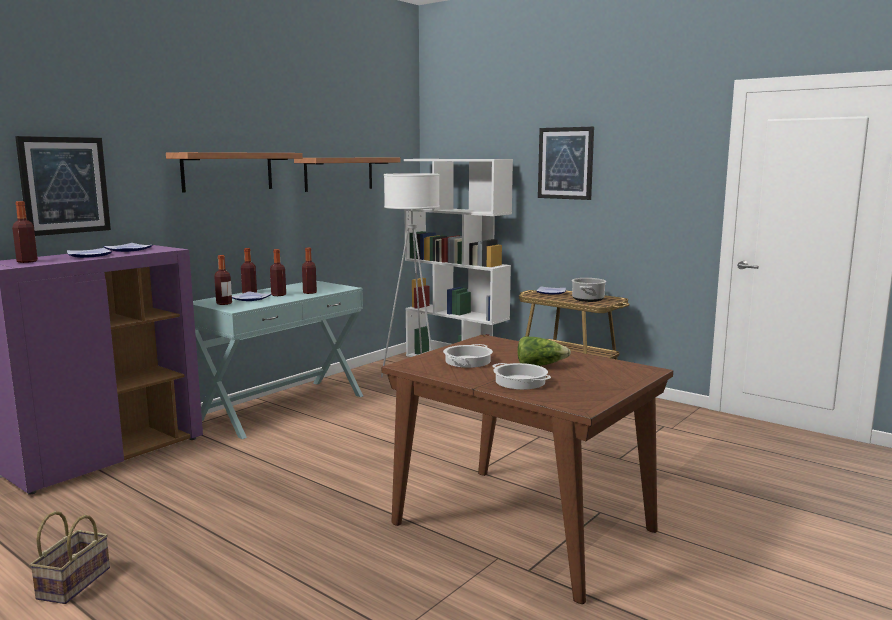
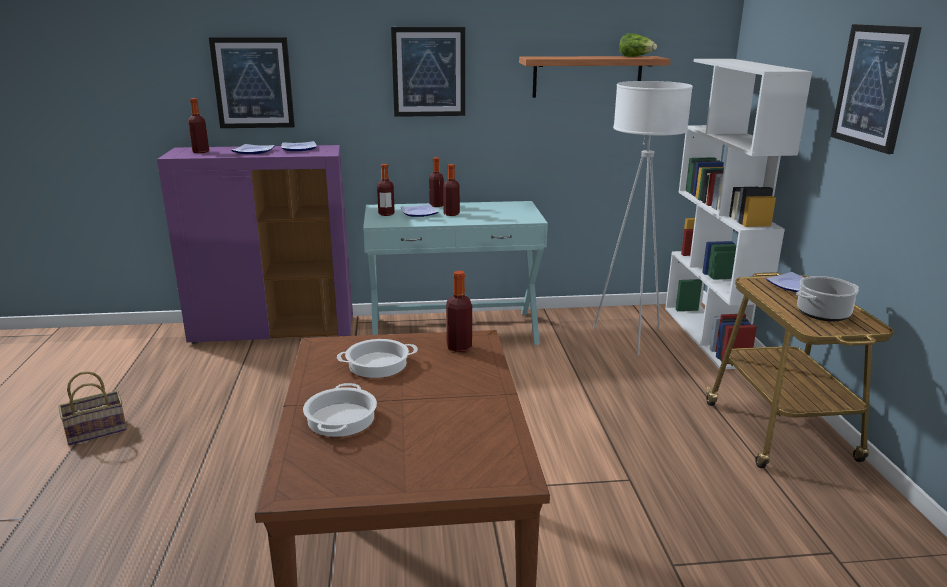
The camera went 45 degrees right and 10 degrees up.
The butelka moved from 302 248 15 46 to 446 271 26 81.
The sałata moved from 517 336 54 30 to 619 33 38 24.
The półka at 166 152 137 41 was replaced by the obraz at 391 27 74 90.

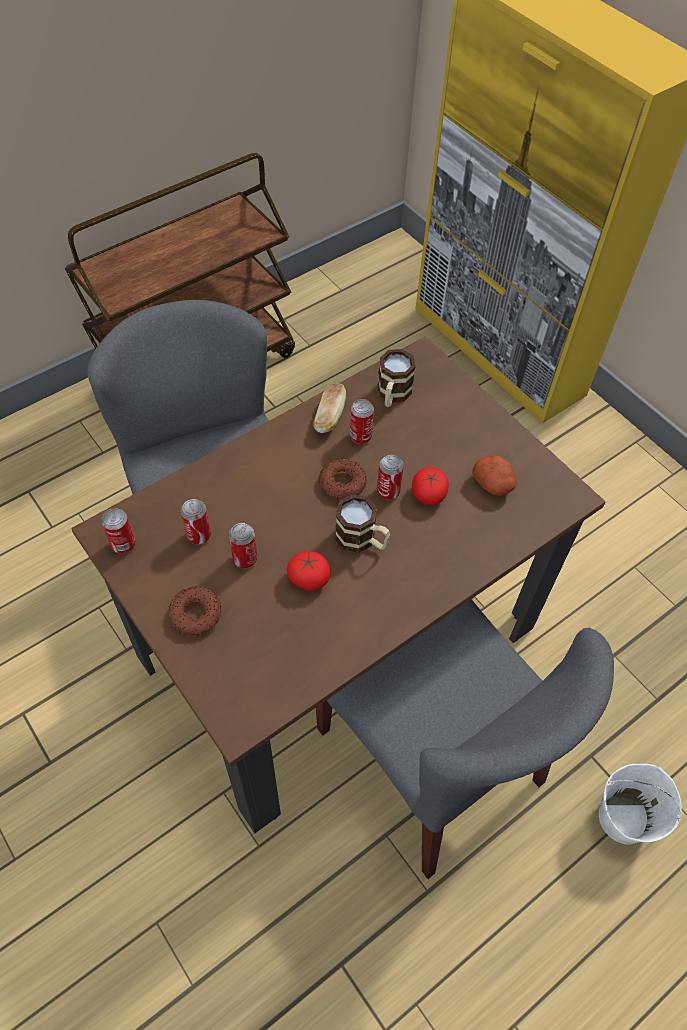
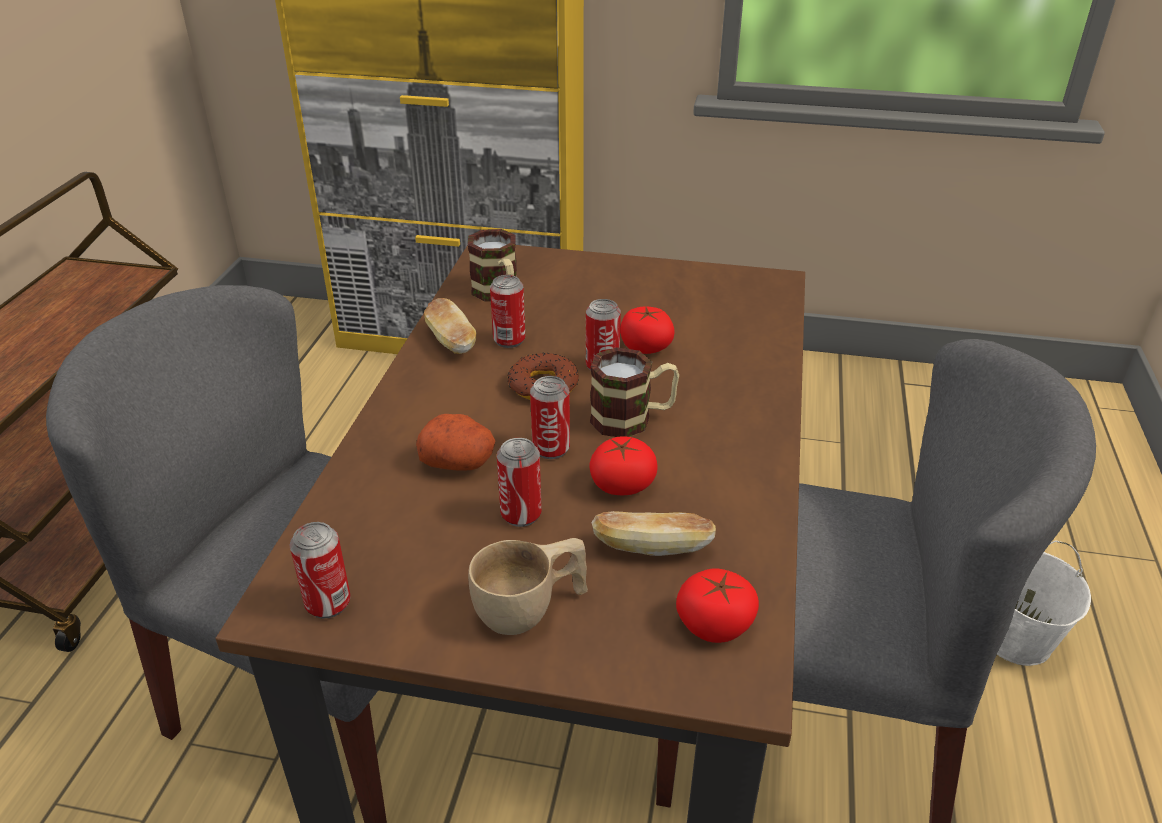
The camera went 40 degrees left and 20 degrees down.
The chleb at 591 511 125 45 appeared.
The pomidor at 676 568 83 75 appeared.
The puszka moved from 181 499 30 45 to 530 376 40 83.
The ziemniak moved from 472 455 45 41 to 416 414 80 56.
The donut at 168 586 54 49 was replaced by the filiżanka [beżowy] at 468 538 120 97.

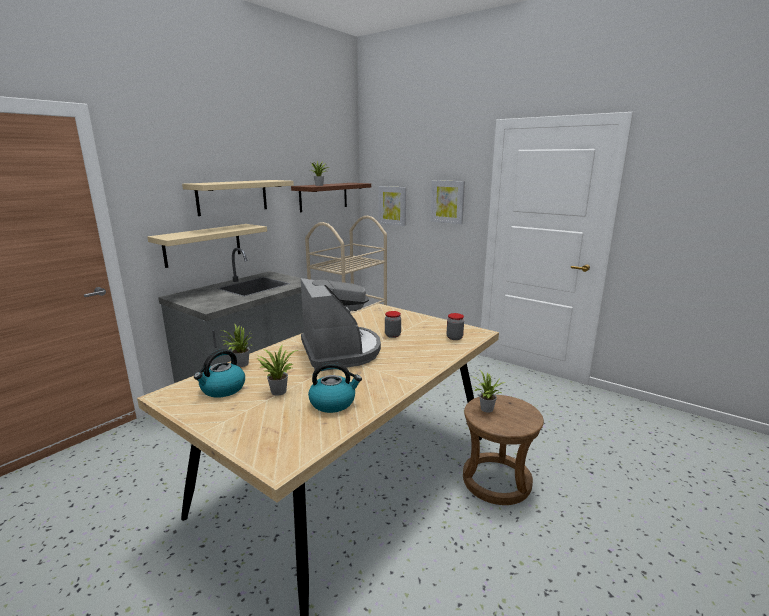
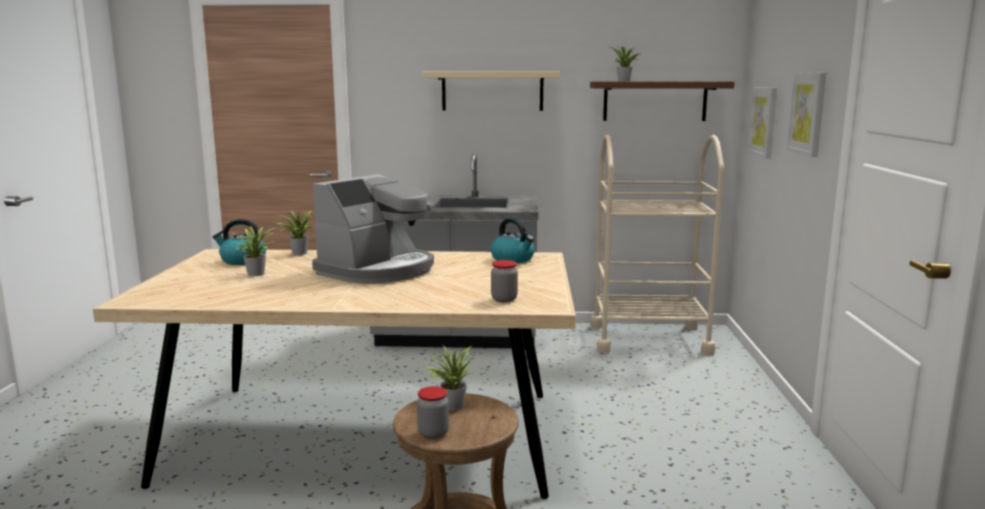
The camera went 55 degrees right and 5 degrees down.
The półka [beżowy] at 147 224 120 44 disappeared.
The czajnik moved from 308 362 54 51 to 491 218 44 45.
The słoik moved from 385 311 16 27 to 417 386 32 53.

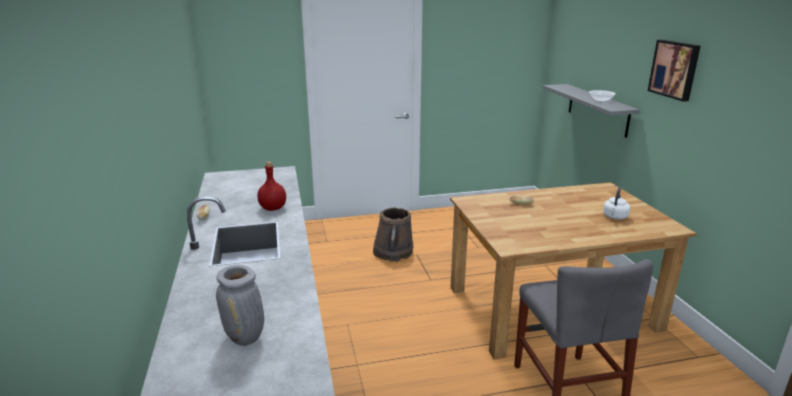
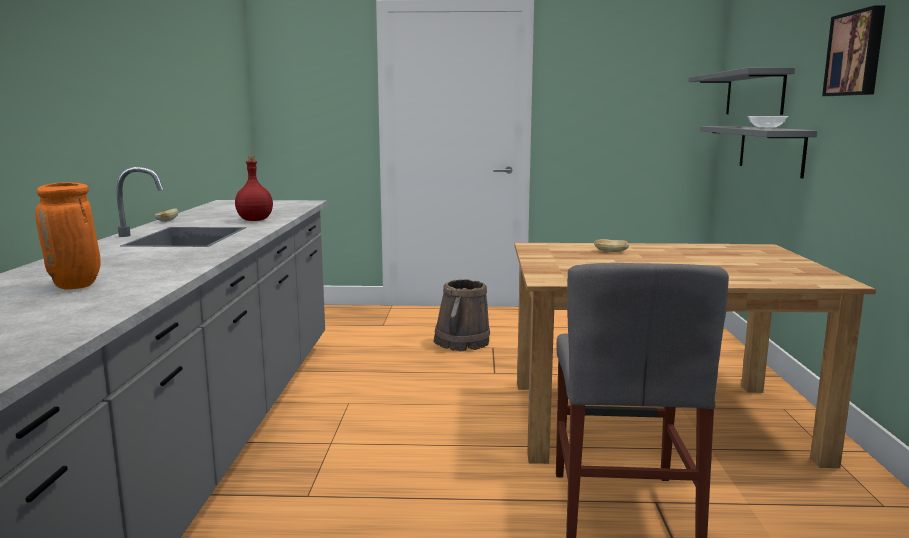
The camera went 15 degrees right and 10 degrees down.
The czajnik [biały] at 603 187 27 33 disappeared.
The półka [szary] at 689 67 106 48 appeared.
The wazon [szary] at 216 265 48 81 became the wazon [pomarańczowy] at 35 182 66 107.

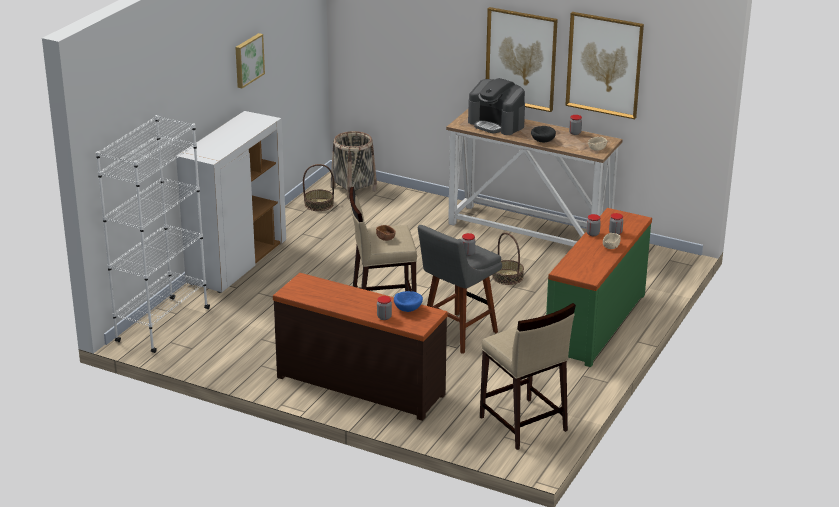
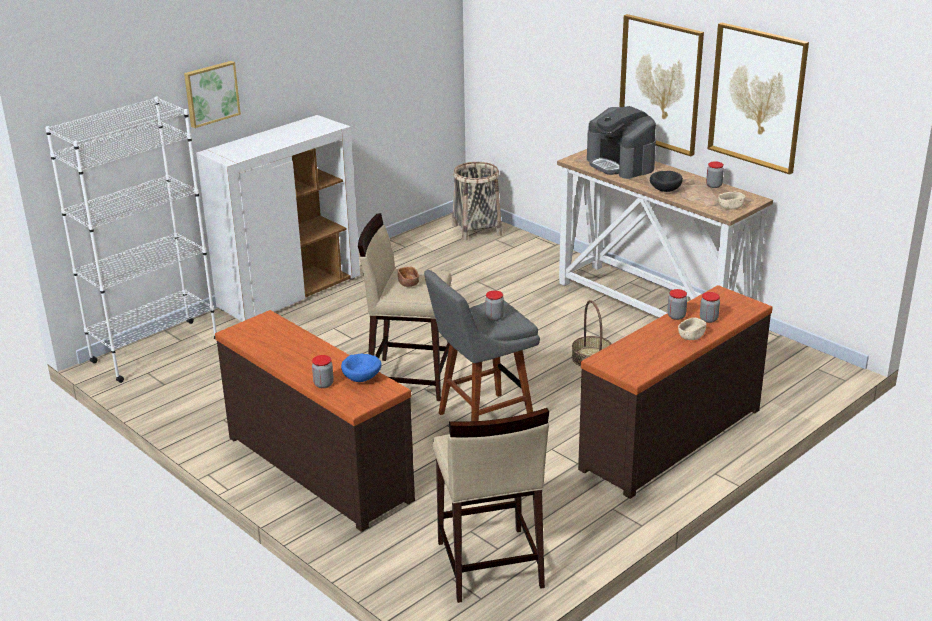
The camera went 20 degrees right and 0 degrees up.
The koszyk at 303 164 31 47 disappeared.
The obraz moved from 235 33 30 55 to 184 61 57 67.
The komoda [zielony] at 546 208 106 159 became the komoda [brązowy] at 578 285 195 214.

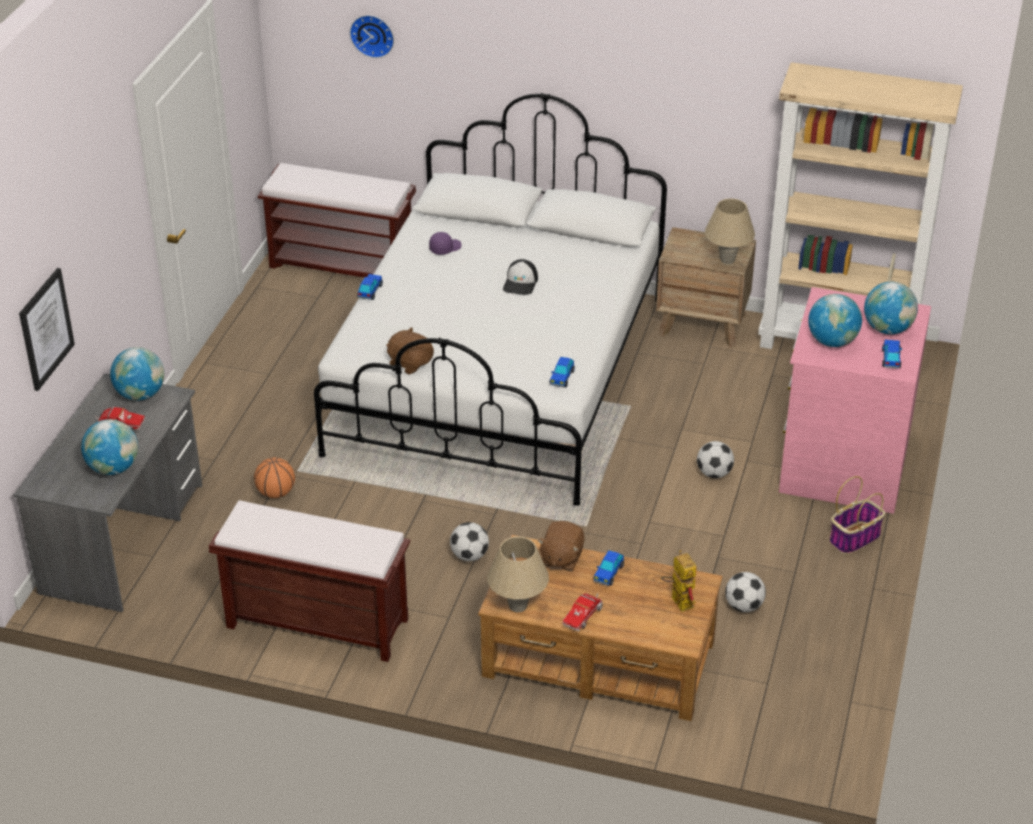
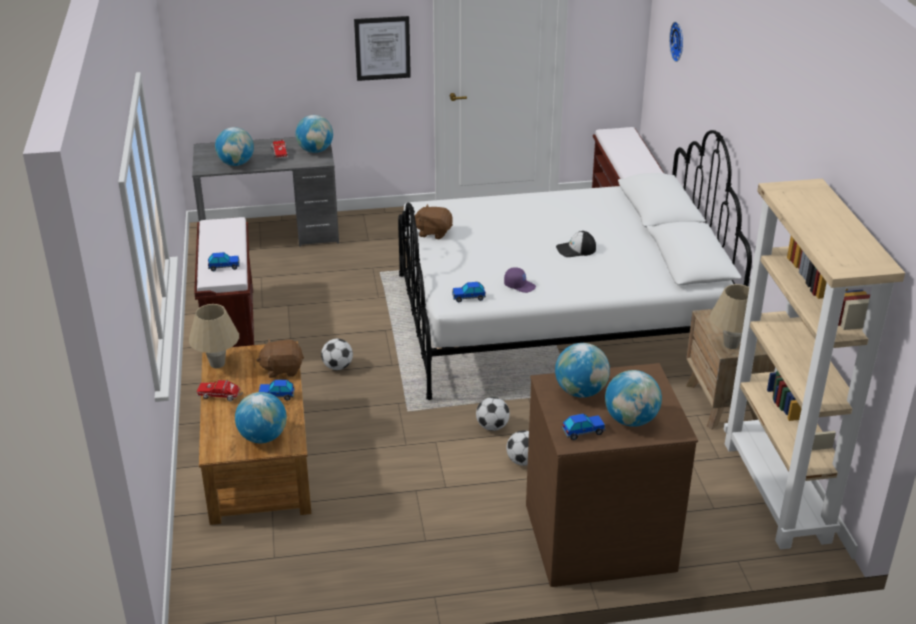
The camera went 65 degrees right and 5 degrees down.
The piłka do koszykówki at 254 457 41 41 disappeared.
The koszyk at 830 476 55 78 disappeared.
The obraz moved from 19 268 56 123 to 354 16 57 65.
The samochodzik moved from 357 274 26 26 to 208 252 32 19.
The czapka z daszkiem [fioletowy] moved from 429 232 32 23 to 504 267 32 26.
The piłka futbolowa moved from 725 572 41 40 to 476 397 34 34.
The robot zabawkowy at 661 550 35 62 was replaced by the globus at 235 392 52 51.
The komoda [różowy] at 779 287 152 227 became the komoda [brązowy] at 526 363 172 224.
The pluszak [brązowy] at 386 327 48 47 turned 90 degrees counterclockwise.

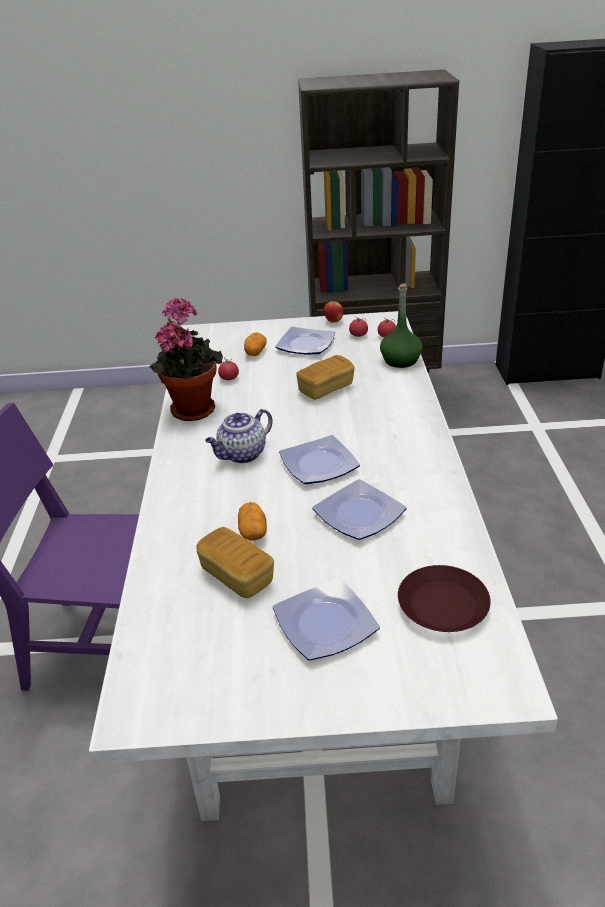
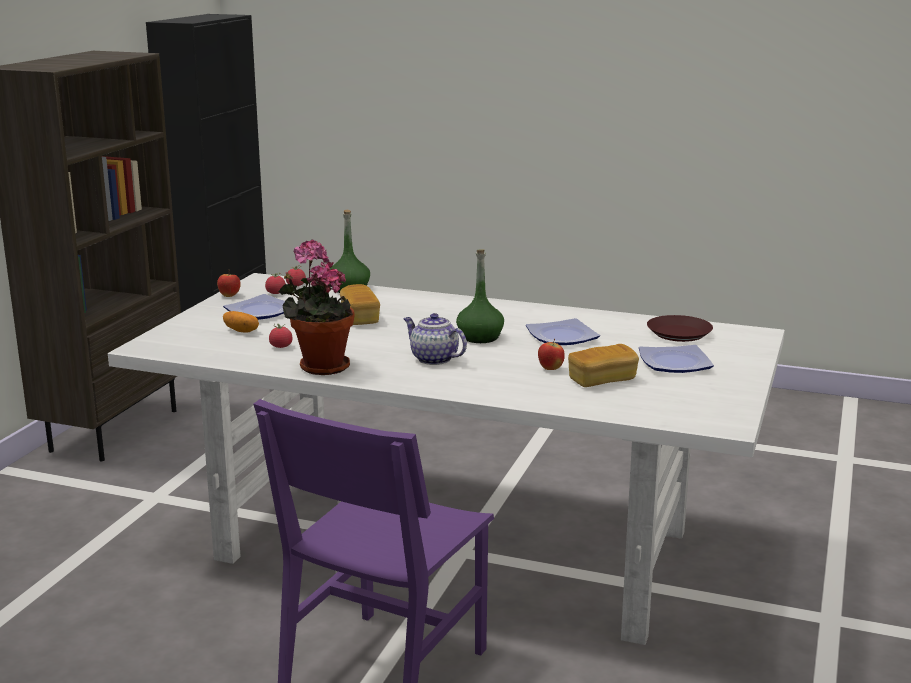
The camera went 70 degrees left and 15 degrees down.
The ziemniak at 238 502 29 39 was replaced by the jabłko at 538 339 27 31.
The talerz at 279 435 81 49 was replaced by the butelka [zielony] at 456 249 48 94.
The imbryk at 205 409 68 54 turned 150 degrees clockwise.

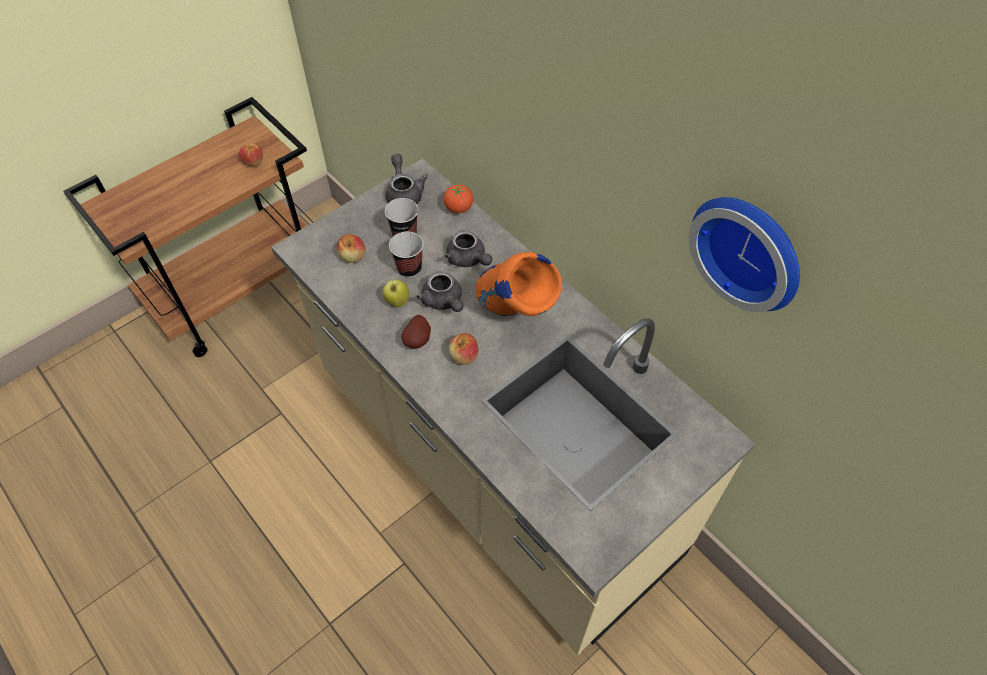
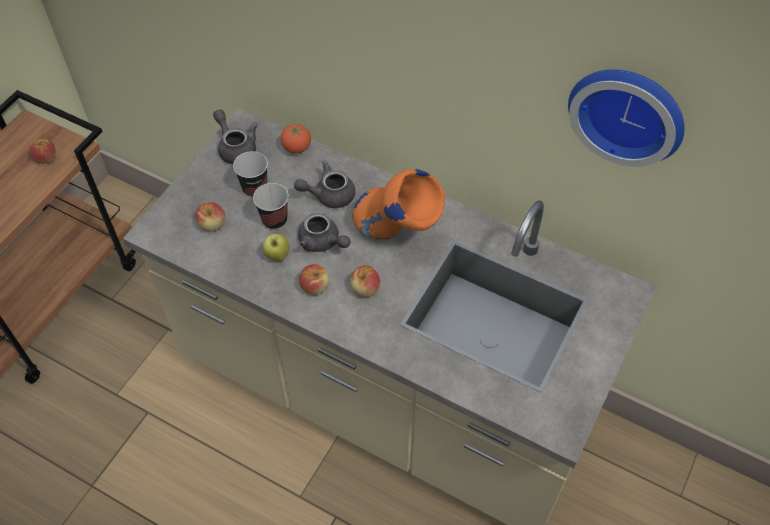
The camera went 20 degrees left and 0 degrees up.
The ziemniak at 401 315 30 34 was replaced by the jabłko at 299 264 30 31.
The imbryk [szary] at 445 230 47 37 turned 135 degrees clockwise.

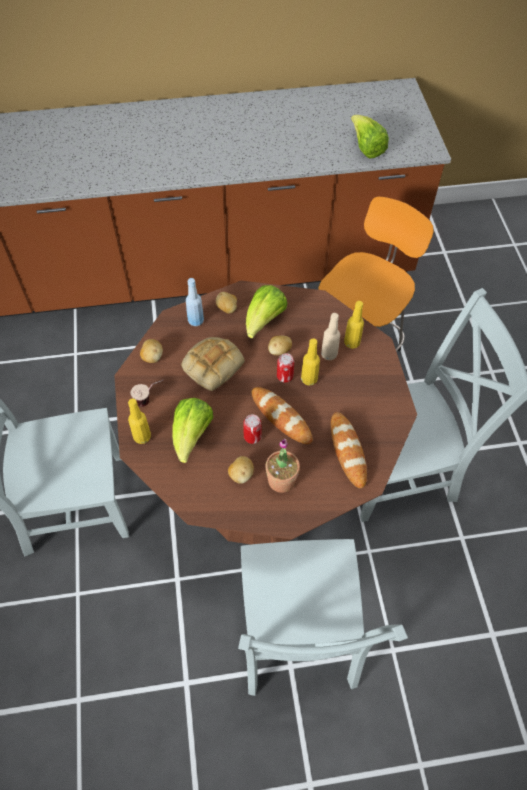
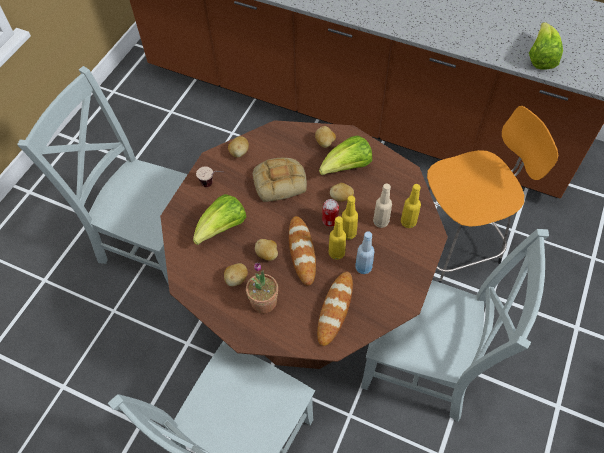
The camera went 35 degrees right and 0 degrees up.
The butelka [żółty] moved from 128 399 23 45 to 328 216 18 44.
The butelka [niebieski] moved from 186 278 18 48 to 355 231 20 43.
The puszka at 243 414 18 30 was replaced by the ziemniak at 255 239 23 22.

